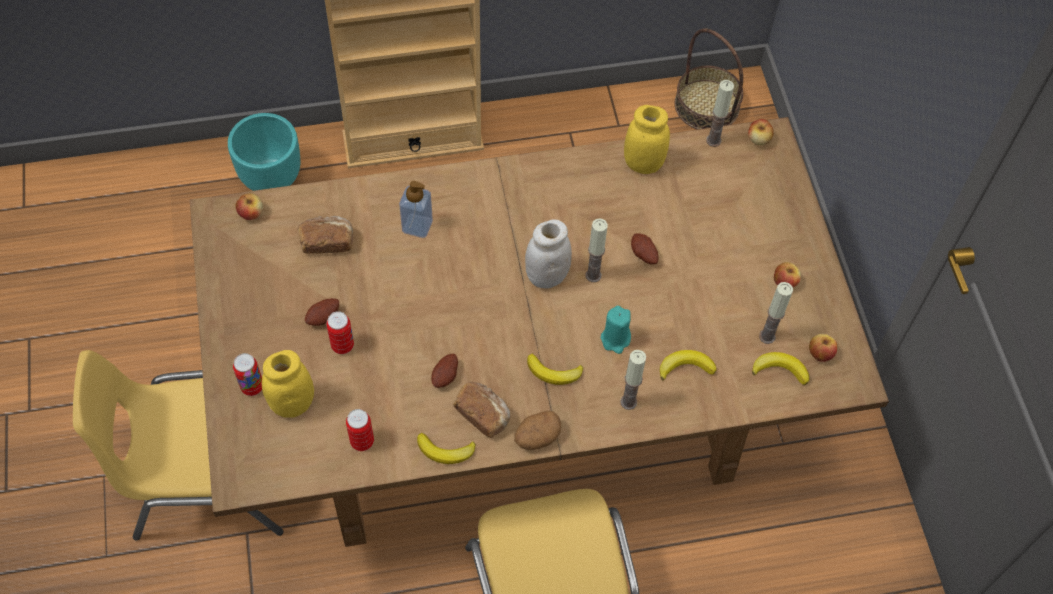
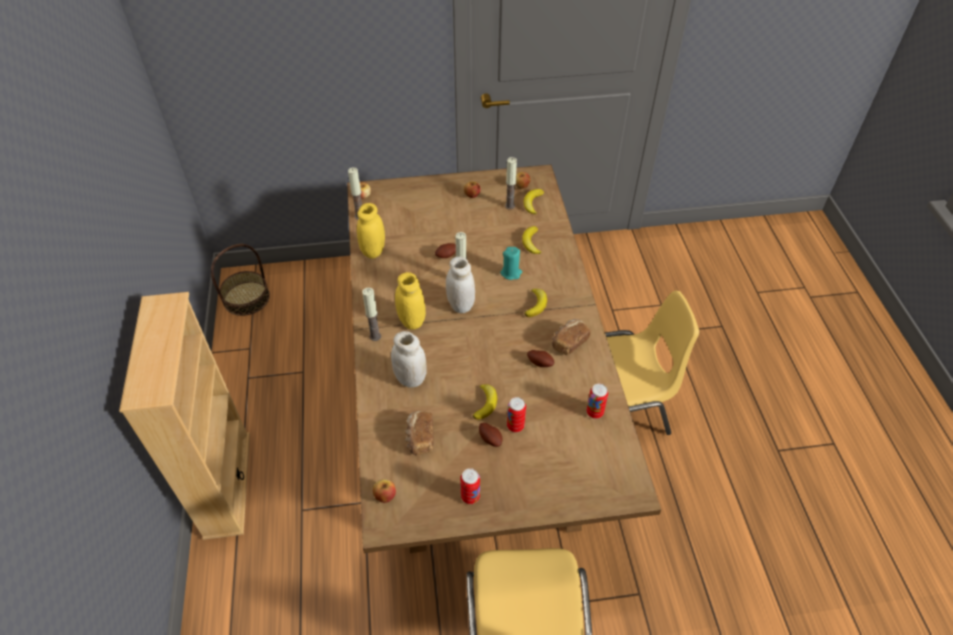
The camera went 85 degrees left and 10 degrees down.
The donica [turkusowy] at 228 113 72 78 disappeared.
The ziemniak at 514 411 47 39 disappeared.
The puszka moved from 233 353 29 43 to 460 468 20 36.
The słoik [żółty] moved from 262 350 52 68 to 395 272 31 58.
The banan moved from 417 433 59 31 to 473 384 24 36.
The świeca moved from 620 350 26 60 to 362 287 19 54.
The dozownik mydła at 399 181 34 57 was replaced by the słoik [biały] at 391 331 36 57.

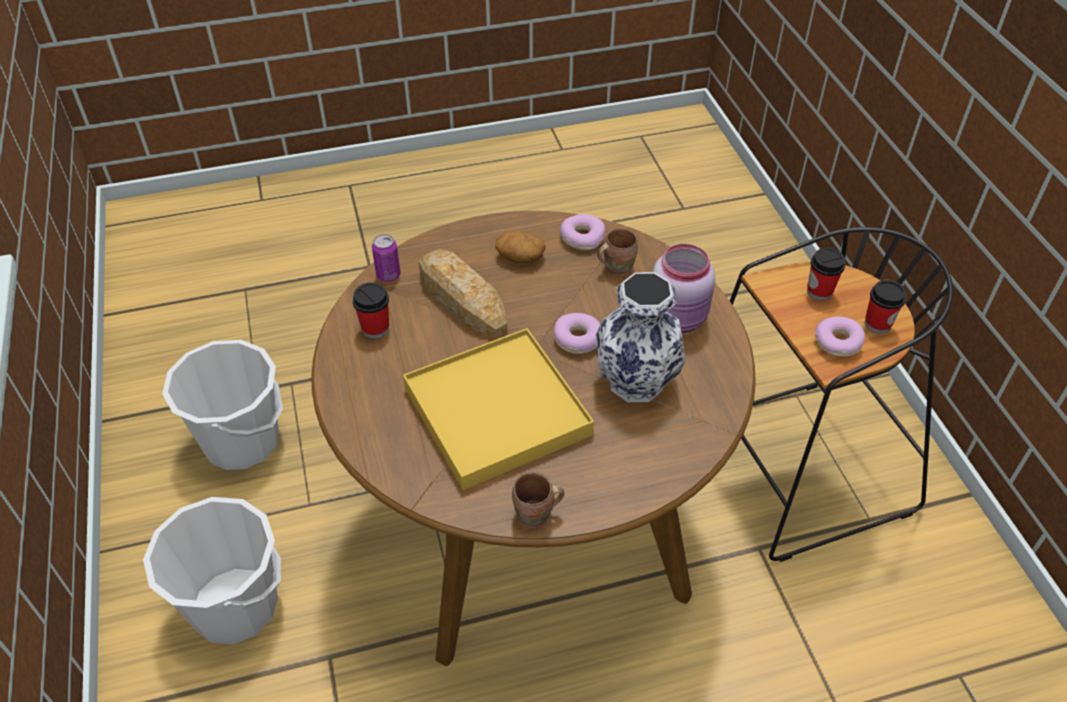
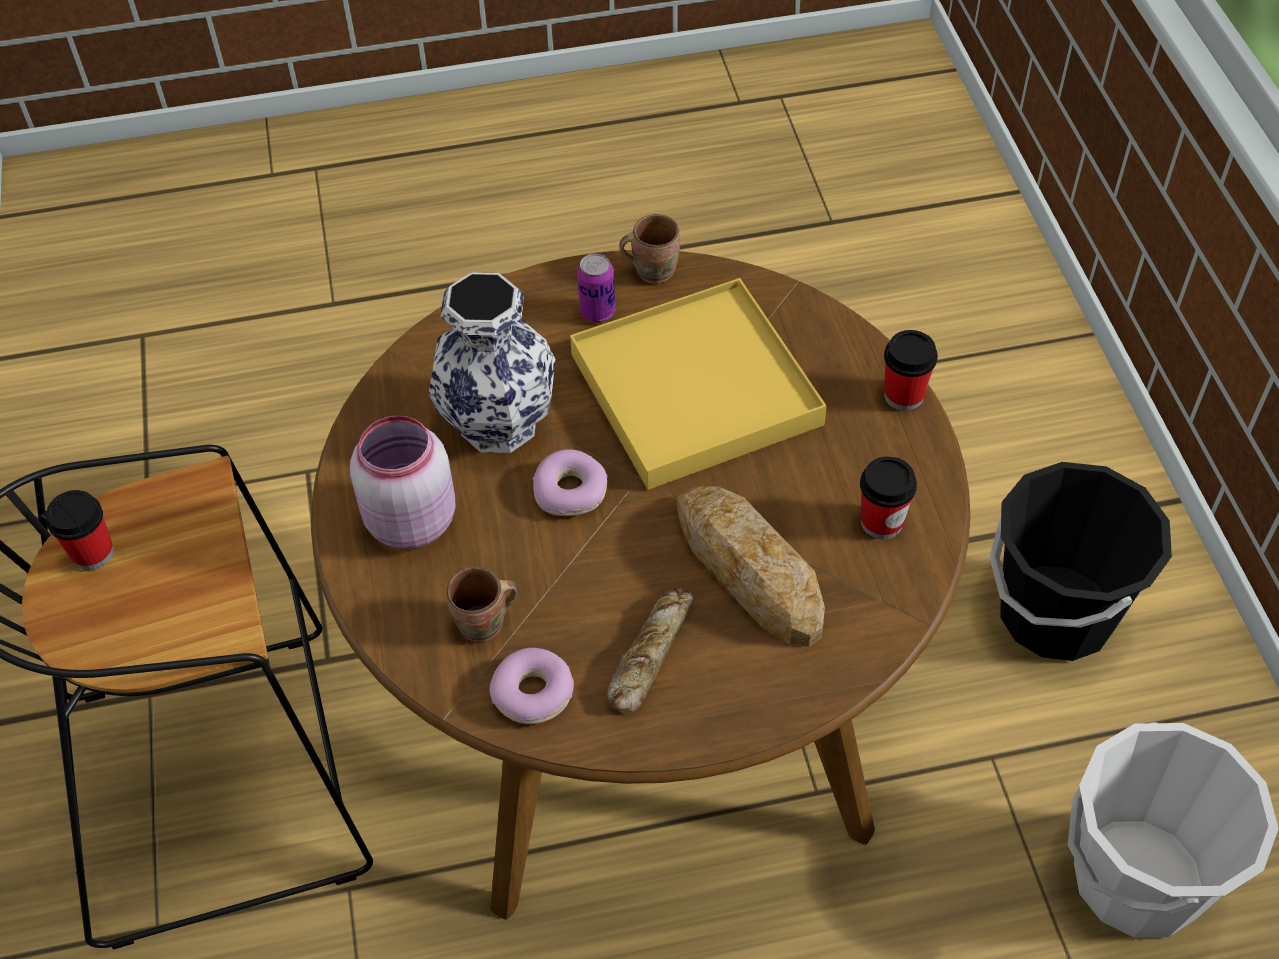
The camera went 175 degrees left and 5 degrees up.
The donut at 815 316 50 41 disappeared.
The puszka moved from 372 234 28 48 to 577 253 38 70.
The filiżanka moved from 807 248 38 53 to 884 330 54 81.
The ziemniak at 495 232 51 31 was replaced by the chleb at 607 587 87 126.
The wiadro [biały] at 143 497 138 148 became the wiadro [czarny] at 989 462 183 199.

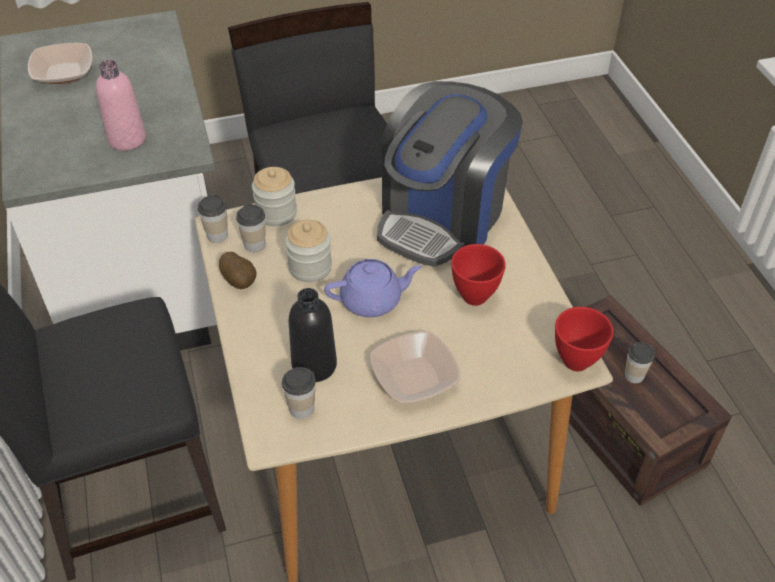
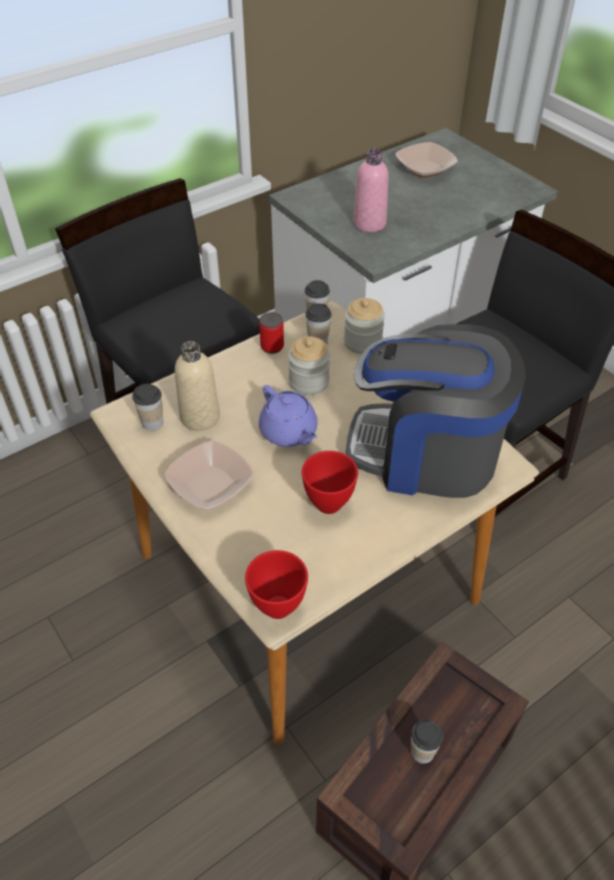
The camera went 70 degrees right and 0 degrees up.
The ziemniak at 219 252 38 37 was replaced by the puszka at 259 312 25 42.
The butelka [czarny] at 289 288 48 94 became the butelka [beżowy] at 175 341 45 90.

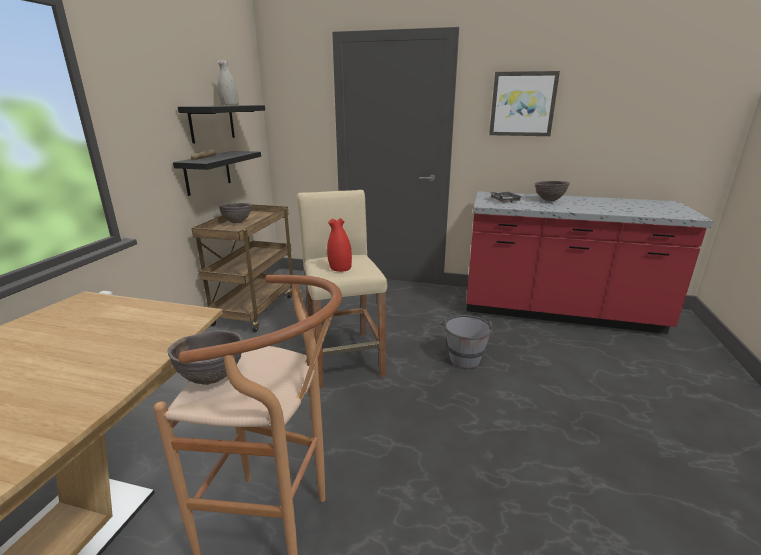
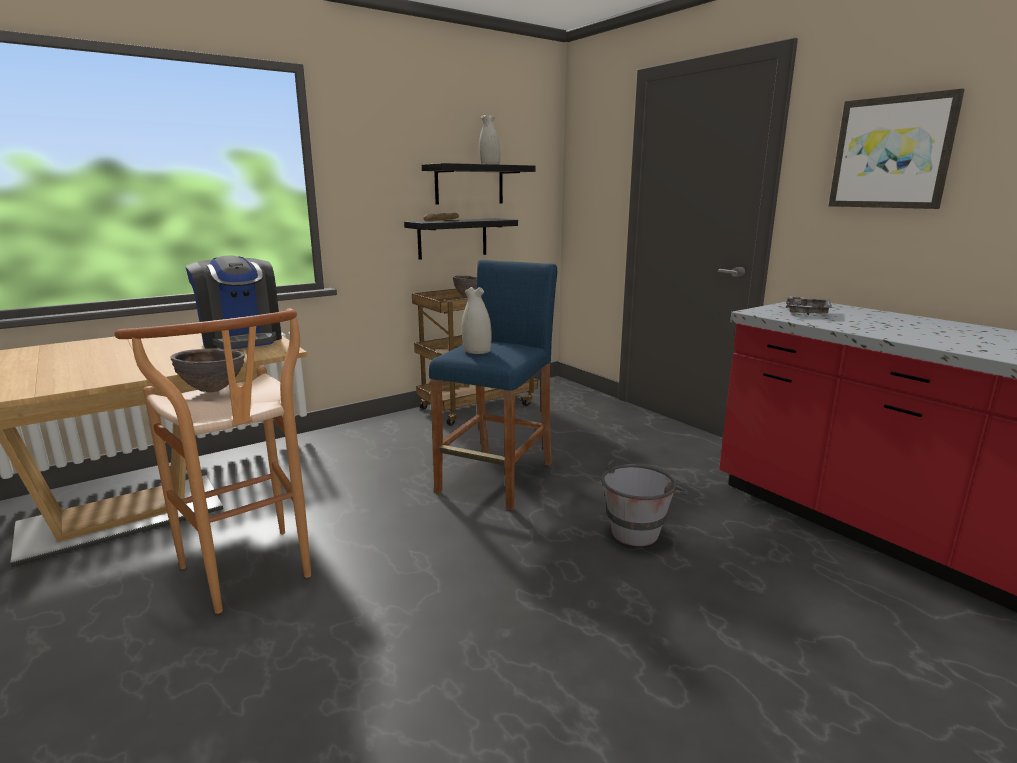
The camera went 40 degrees right and 5 degrees down.
The miska [brązowy] at 535 181 35 21 disappeared.
The ekspres do kawy at 185 255 97 94 appeared.
The stołek [beżowy] at 297 190 90 198 became the stołek [niebieski] at 429 260 128 250.
The wazon [czerwony] at 327 218 25 54 became the wazon [biały] at 461 287 31 67.

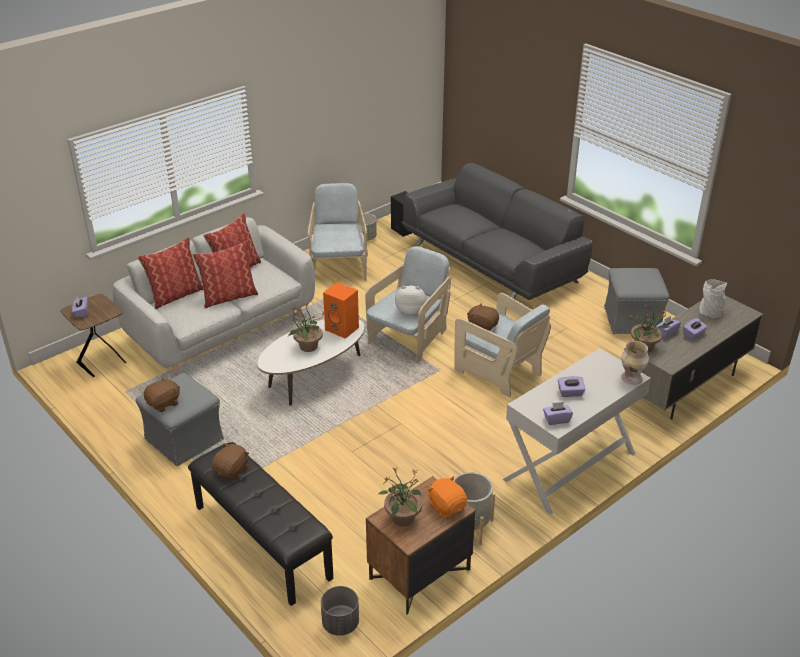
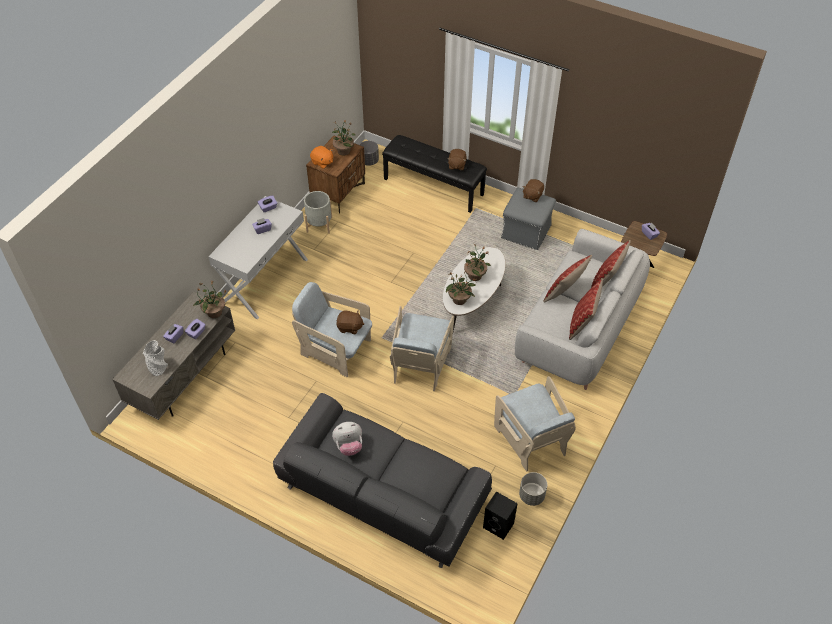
The camera went 160 degrees right and 15 degrees up.
The pufa [szary] at 604 268 66 66 disappeared.
The wazon at 621 341 28 44 disappeared.
The pluszak moved from 395 286 32 30 to 332 422 30 34.
The głośnik [pomarańczowy] at 323 282 36 57 was replaced by the roślina doniczkowa at 446 271 30 34.

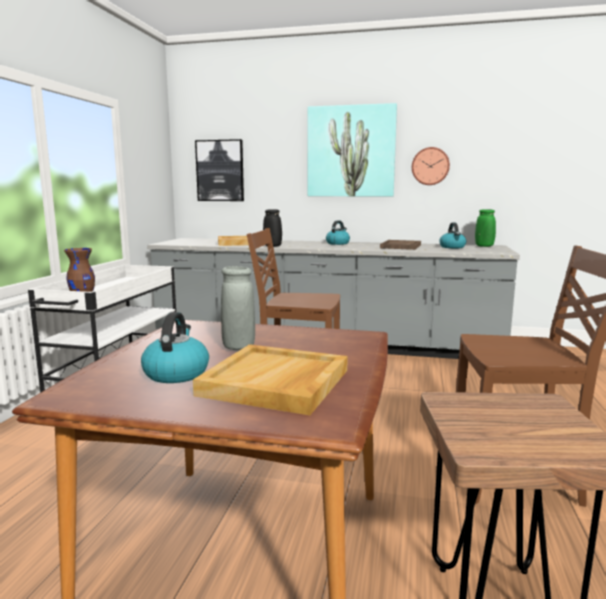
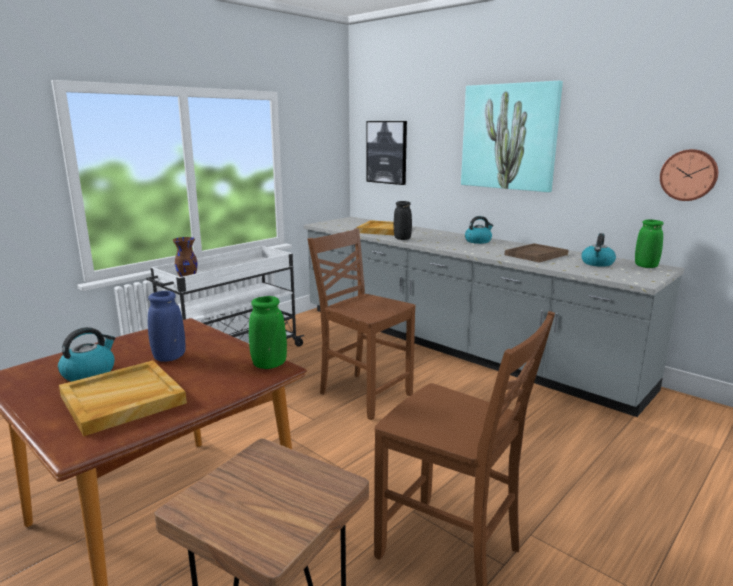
The camera went 30 degrees right and 5 degrees up.
The wazon [zielony] at 249 296 38 73 appeared.
The zegar ścienny moved from 412 147 38 38 to 660 149 58 52.
The wazon [szary] at 221 266 34 84 became the wazon [niebieski] at 148 291 38 71.

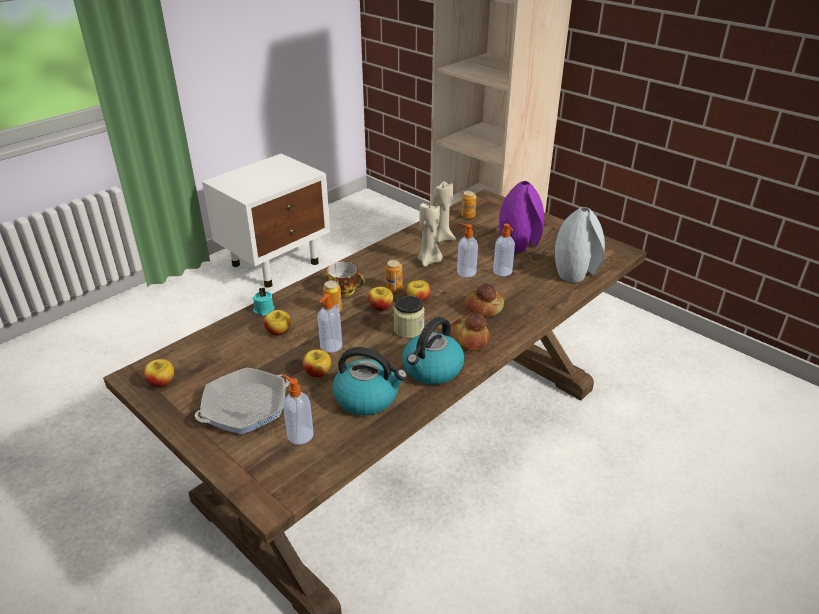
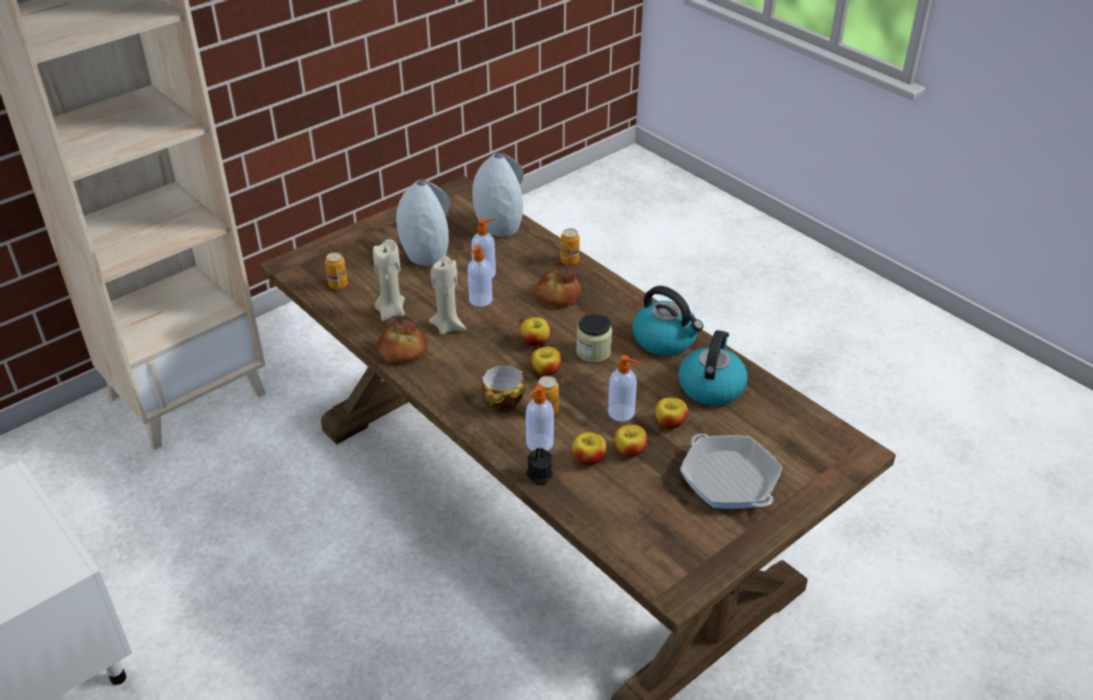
The camera went 85 degrees left and 5 degrees up.
The jabłko moved from 144 359 30 29 to 614 425 33 32.
The dozownik mydła moved from 282 374 32 71 to 526 385 28 66.
The puszka moved from 386 260 16 32 to 561 228 19 37.
The chleb moved from 450 313 39 39 to 377 316 51 47.
The świeca [turkusowy] at 253 288 22 28 became the świeca [czarny] at 526 447 27 38.
The wazon [fioletowy] at 499 181 45 72 became the wazon [szary] at 396 180 55 86.

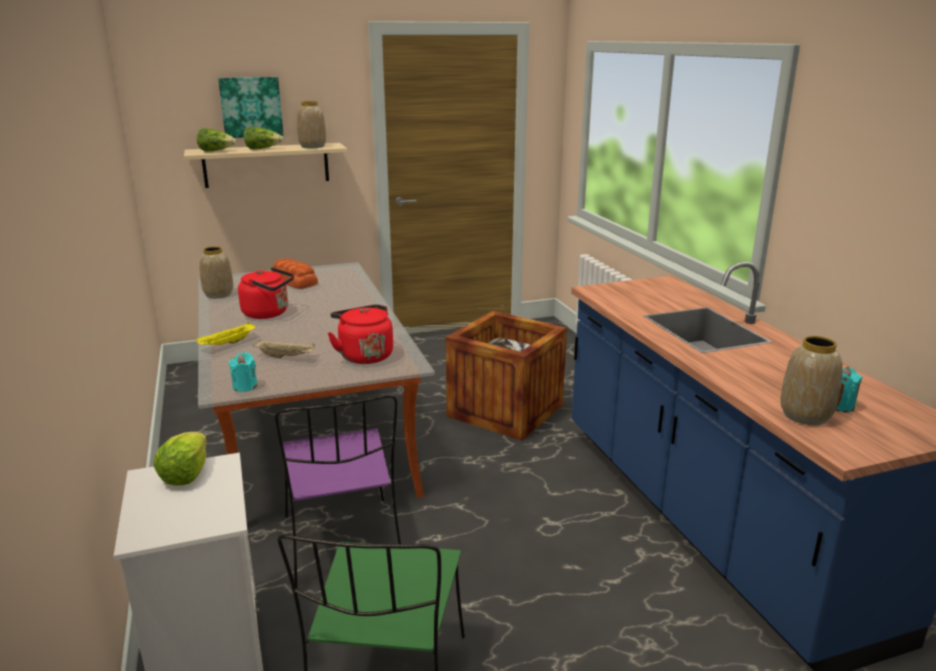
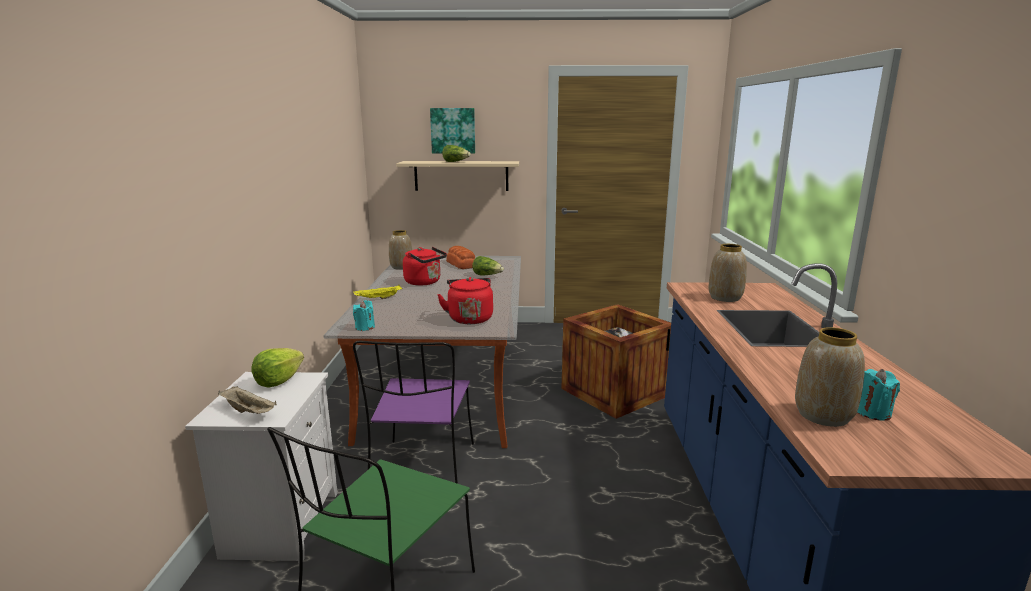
The camera went 20 degrees right and 5 degrees down.
The sałata moved from 197 128 39 23 to 472 256 32 20.
The taca [beżowy] moved from 252 340 63 19 to 218 386 59 28.
The wazon moved from 297 101 29 47 to 709 244 38 58.

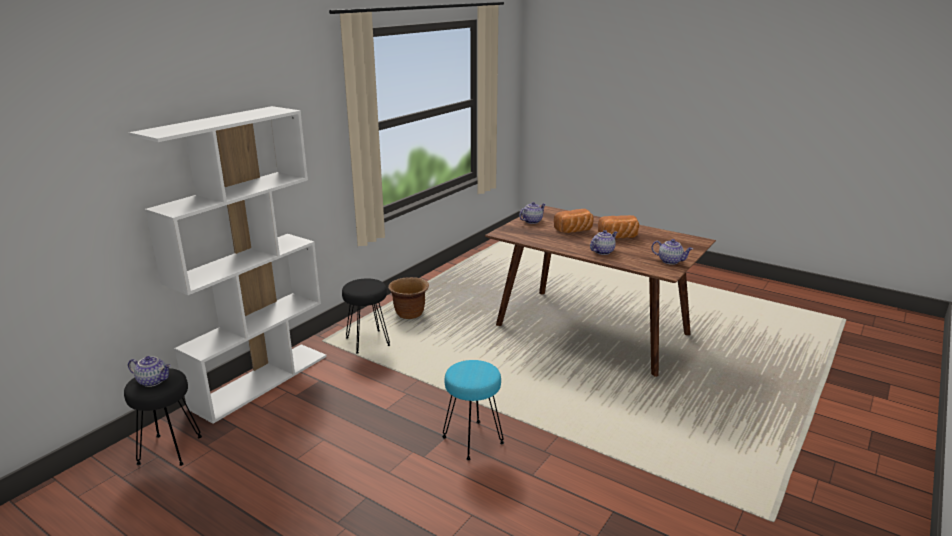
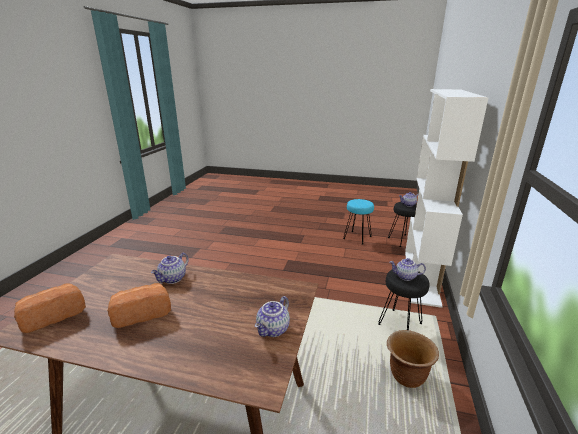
The camera went 160 degrees right and 0 degrees up.
The stołek [turkusowy] moved from 442 360 62 100 to 343 199 31 45.
The chleb moved from 554 209 39 24 to 14 283 72 50.
The imbryk moved from 652 239 41 26 to 390 258 36 23.

